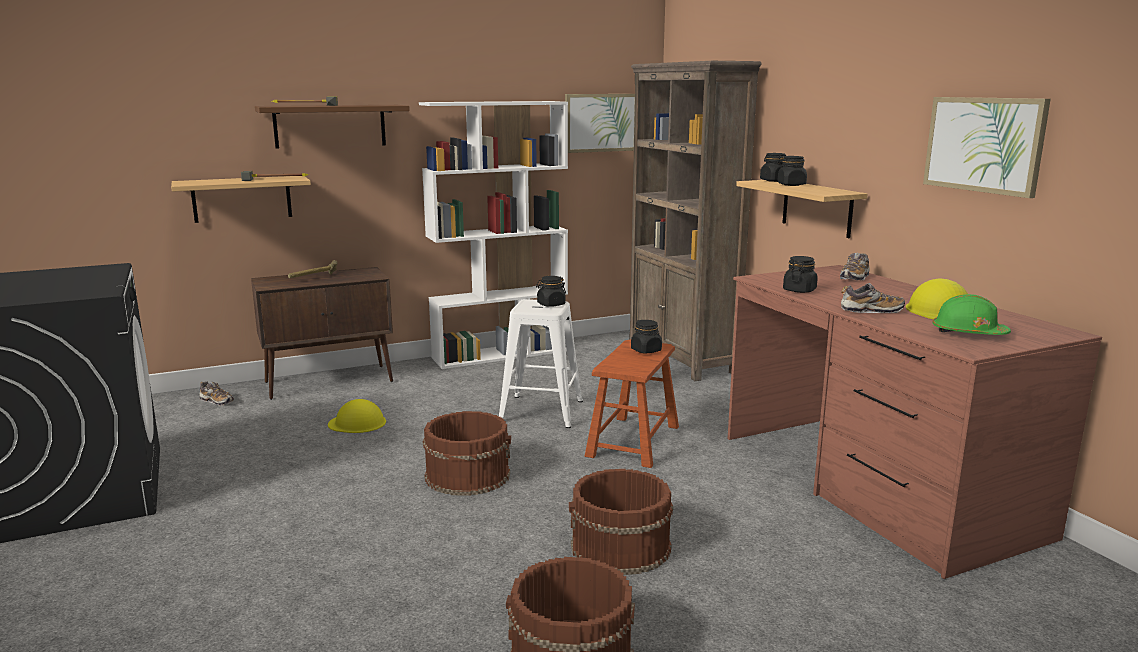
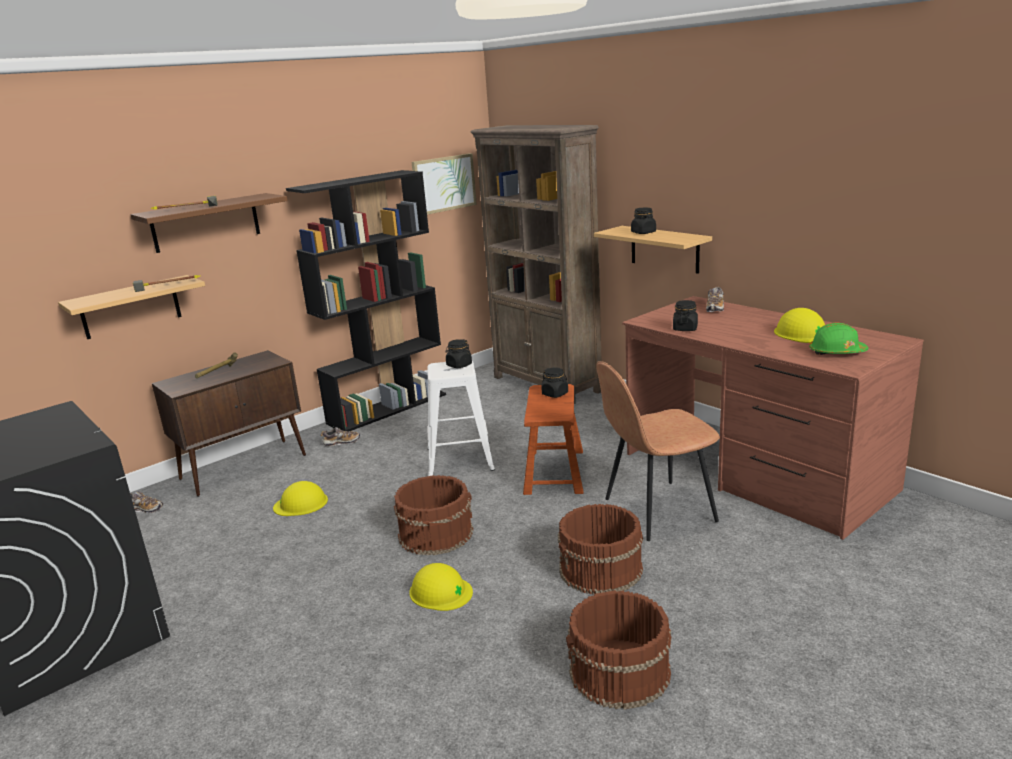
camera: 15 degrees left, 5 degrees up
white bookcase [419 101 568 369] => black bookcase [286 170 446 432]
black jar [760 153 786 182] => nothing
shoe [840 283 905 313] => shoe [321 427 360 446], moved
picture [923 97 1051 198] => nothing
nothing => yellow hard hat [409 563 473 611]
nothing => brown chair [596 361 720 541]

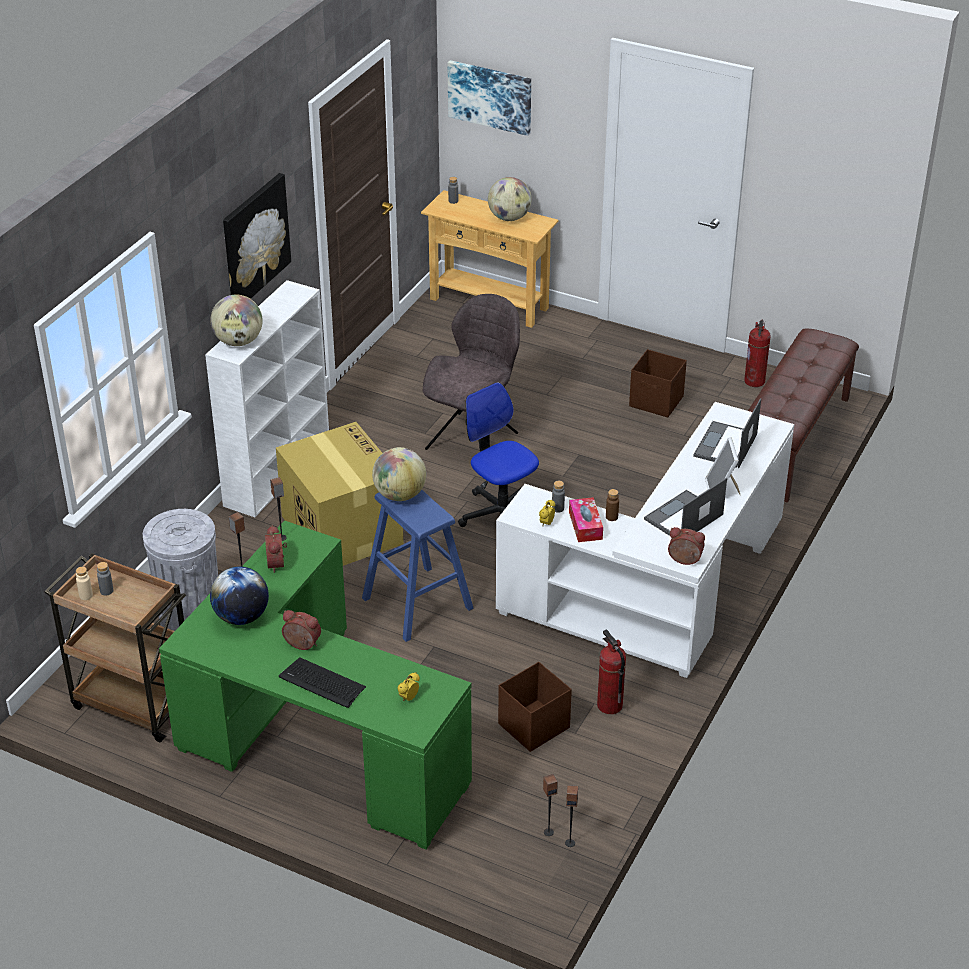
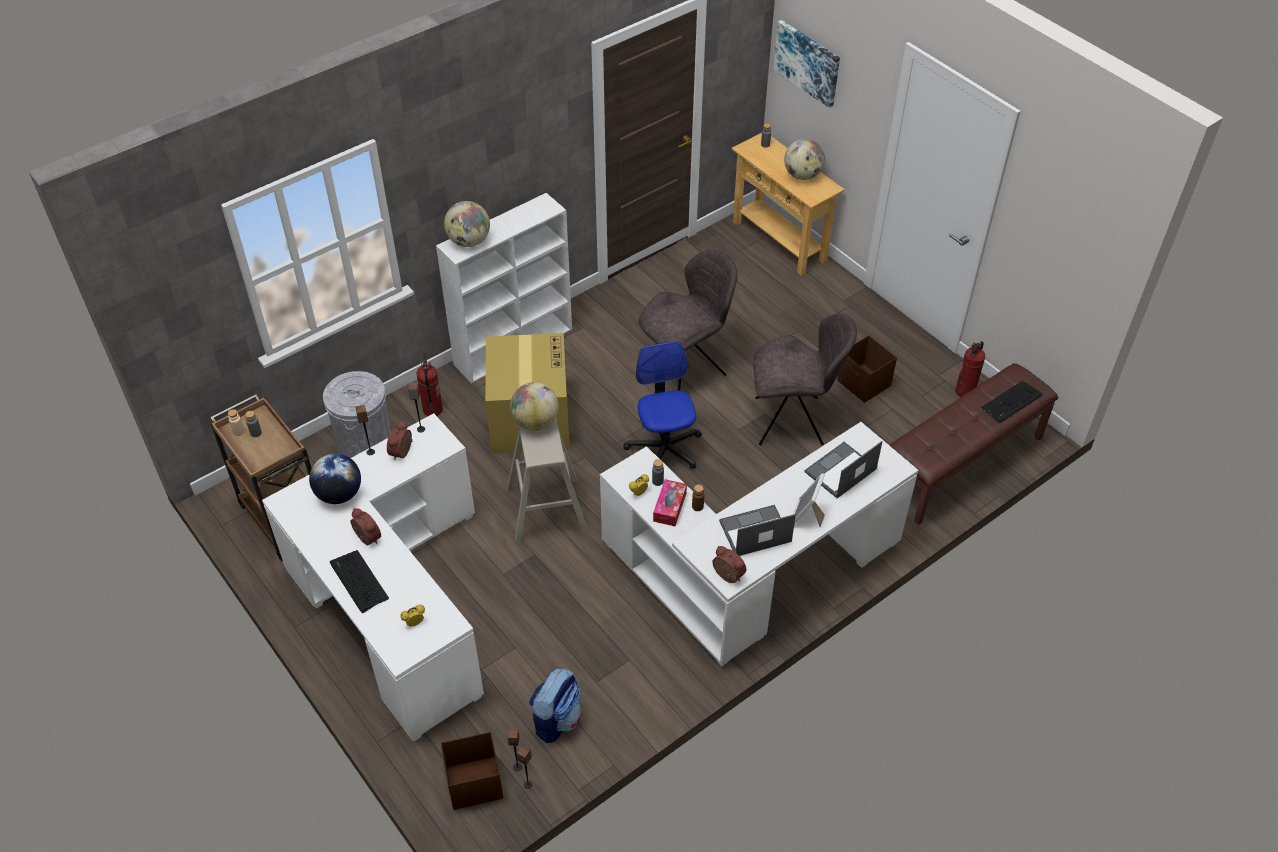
camera: 25 degrees right, 10 degrees up
green desk [159 520 472 850] => white desk [262 413 484 741]
picture [223 173 291 299] => nothing
blue stool [362 490 473 642] => beige stool [507 418 588 542]
brown storage box [498 662 572 752] => brown storage box [441 732 503 810], moved
fire extinguisher [597 629 626 714] => fire extinguisher [416 352 443 416], moved
nothing => backpack [529 669 582 743]
nothing => grey chair [753 314 857 445]
nothing => keyboard [981 381 1043 423]

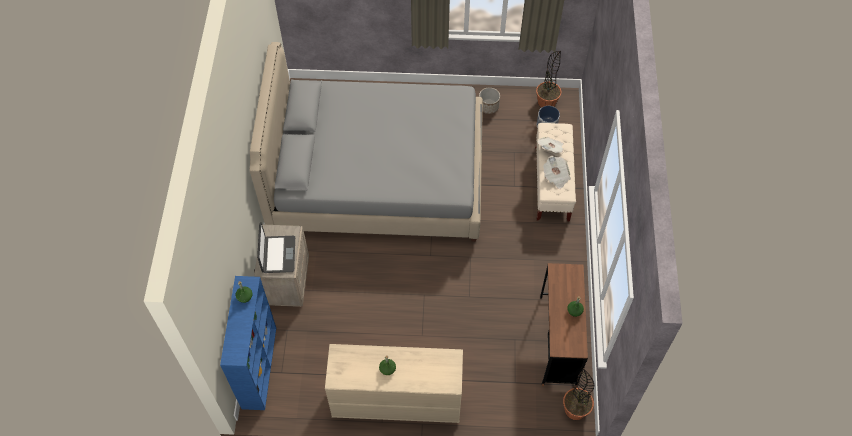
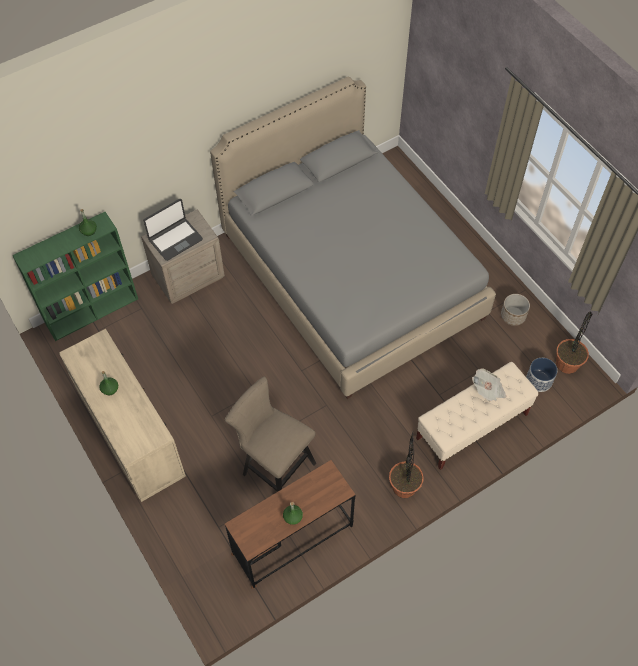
camera: 55 degrees right, 0 degrees up
blue bookcase [220 276 276 410] => green bookcase [12 212 138 341]
newspaper [543 156 571 189] => nothing
potted plant [563 368 594 420] => potted plant [389 431 424 498], moved
nothing => beige stool [225 376 316 492]

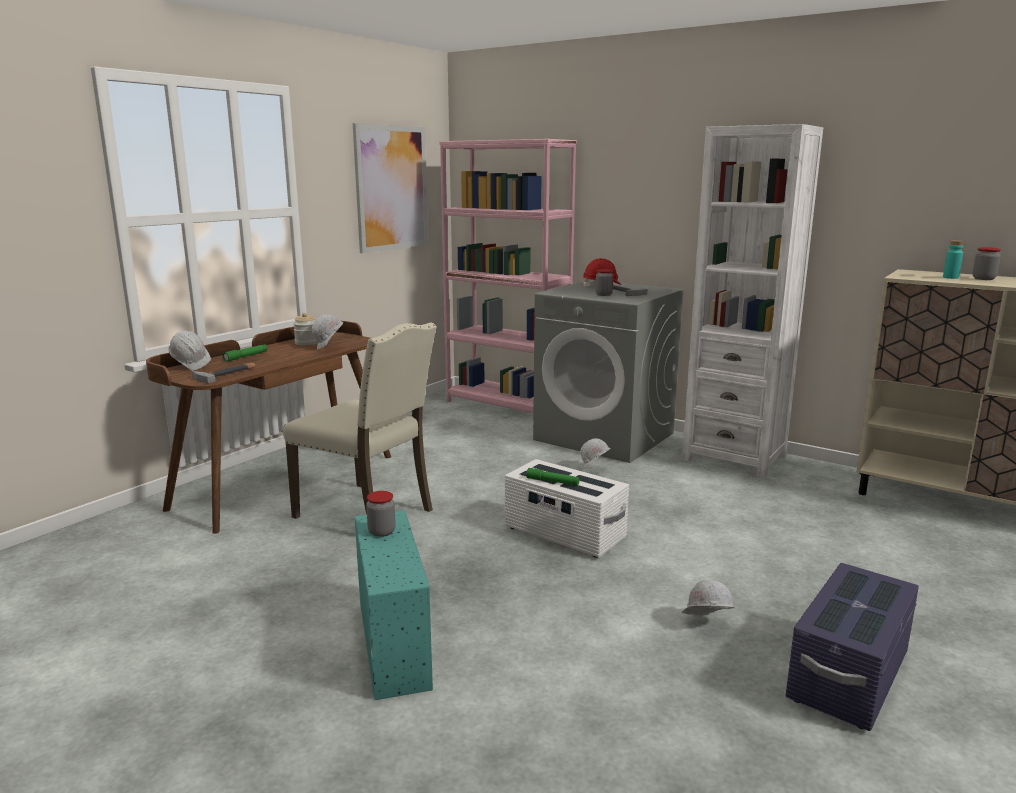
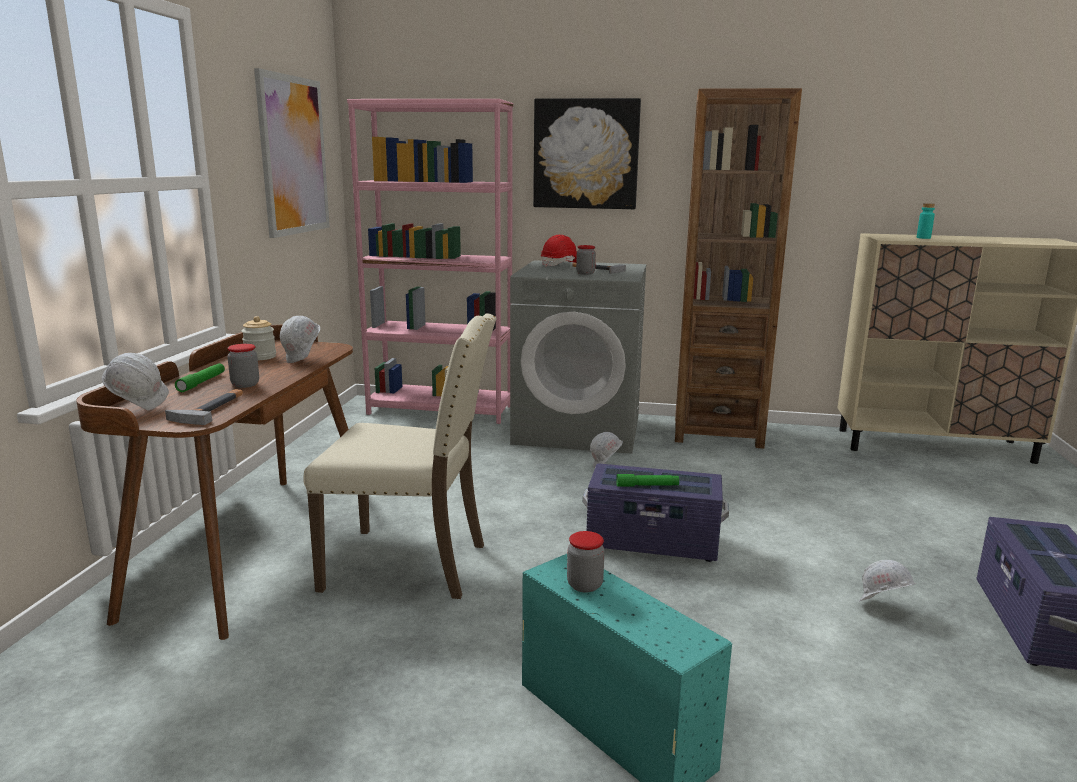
camera: 25 degrees left, 0 degrees up
white storage box [505 459 629 558] => purple storage box [583 463 729 562]
white bookcase [682 124 823 478] => brown bookcase [675 88 802 449]
jar [973 247 1001 280] => jar [227 344 259 388], moved
nothing => picture [533 98 641 209]

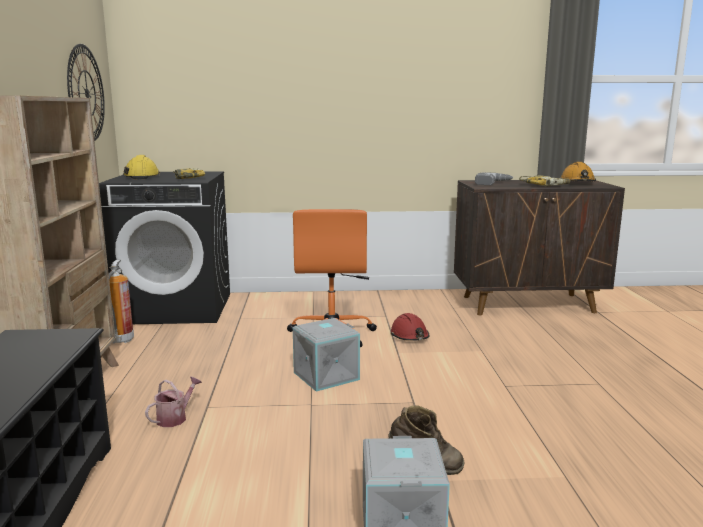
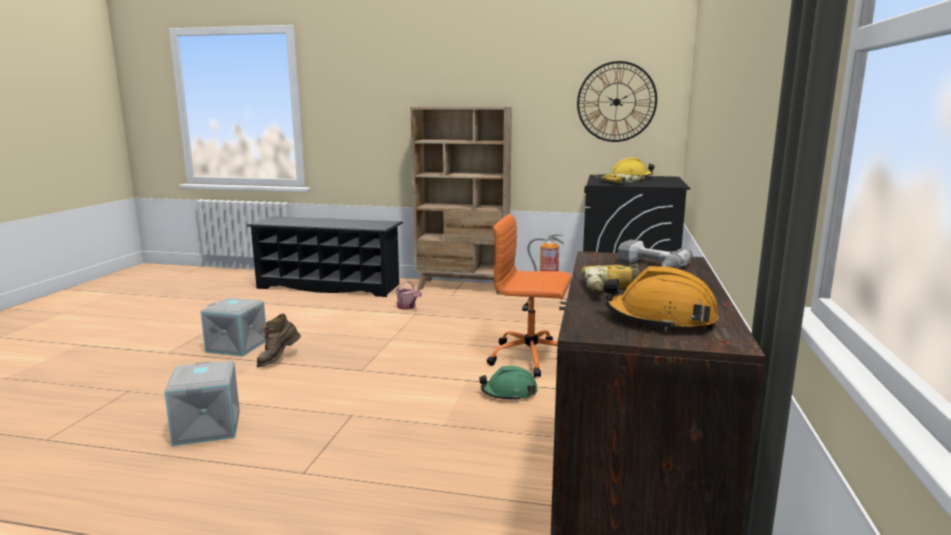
camera: 105 degrees right, 0 degrees up
grey storage box [293 318 360 392] => grey storage box [164 361 240 446], moved
red hard hat [391 313 429 341] => green hard hat [479 366 537 401]

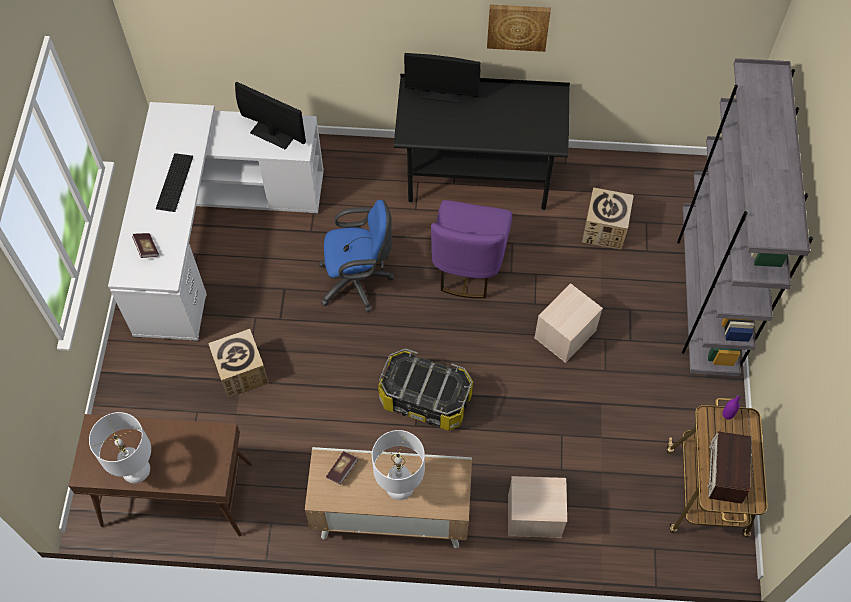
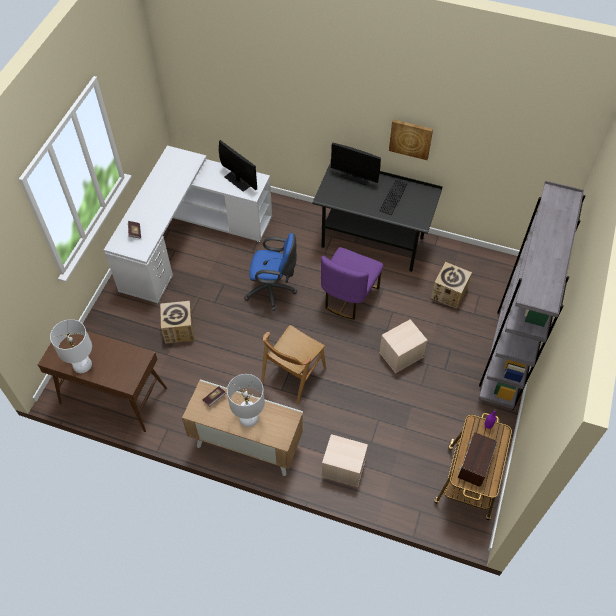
camera: 15 degrees right, 5 degrees down
keyboard [156 153 193 212] => keyboard [379 180 408 215], moved
storage box [378 348 473 431] => brown chair [261 325 326 404]

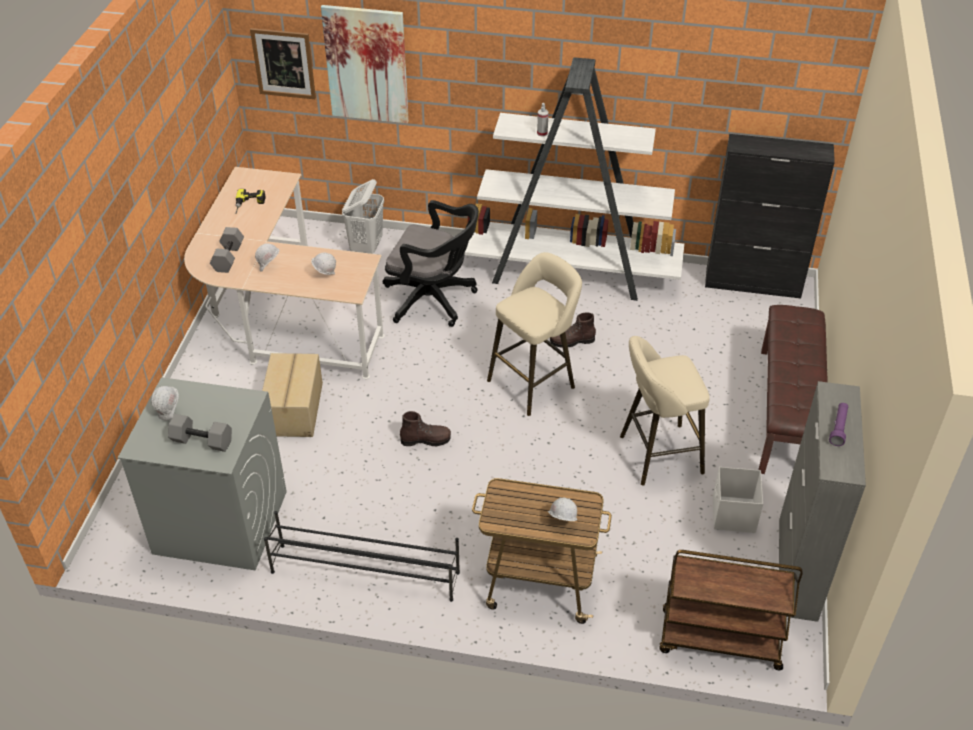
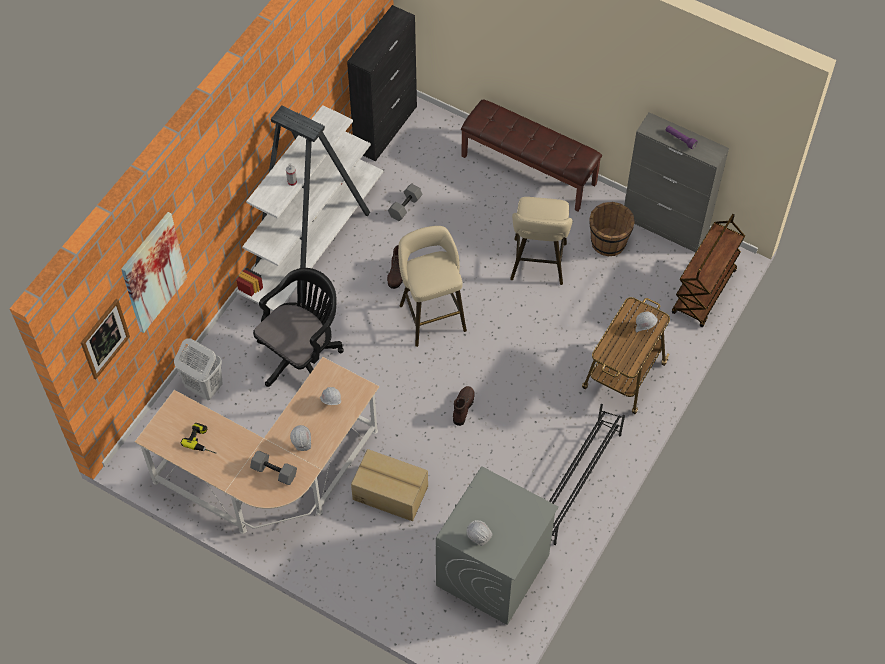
camera: 70 degrees left, 15 degrees up
grey dumbbell [168 414 232 452] => grey dumbbell [388 183 423 221], moved
white storage box [713 467 763 533] => brown bucket [589 202 635 256]

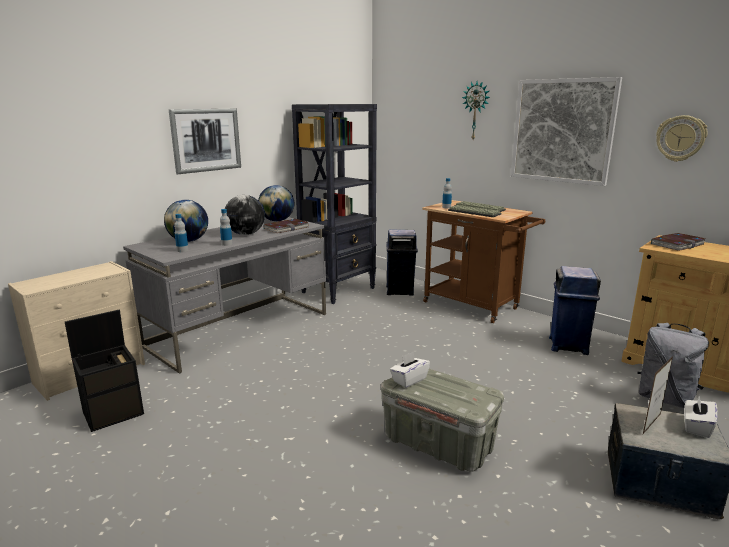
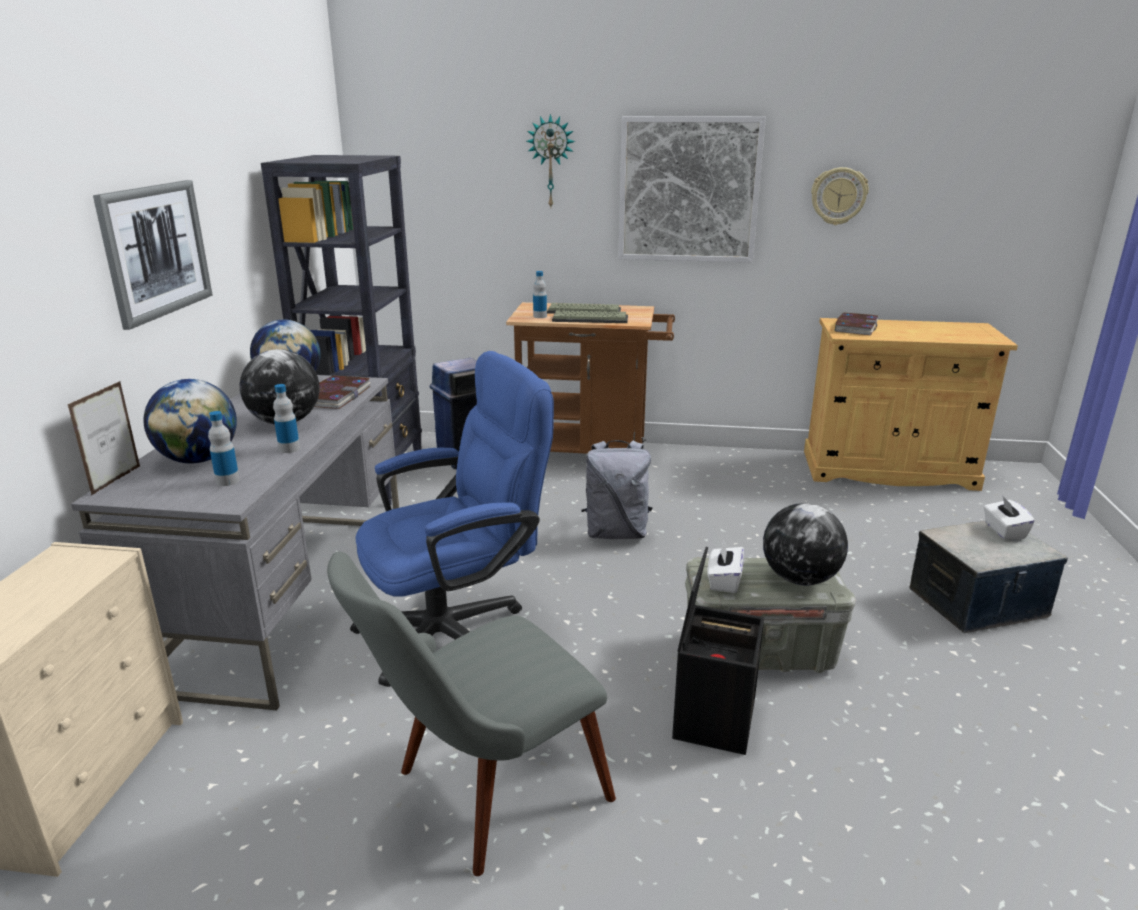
camera: 35 degrees left, 5 degrees up
black storage box [65 309 144 432] => black storage box [672 547 764 755], moved
blue trash can [549 266 601 355] => nothing
grey backpack [637 323 709 408] => grey backpack [582 440 652 539], moved
picture frame [643 356 673 434] => picture frame [68 381 140 495], moved
nothing => grey chair [327 552 616 876]
nothing => blue office chair [350 351 554 687]
nothing => globe [763 503 848 585]

